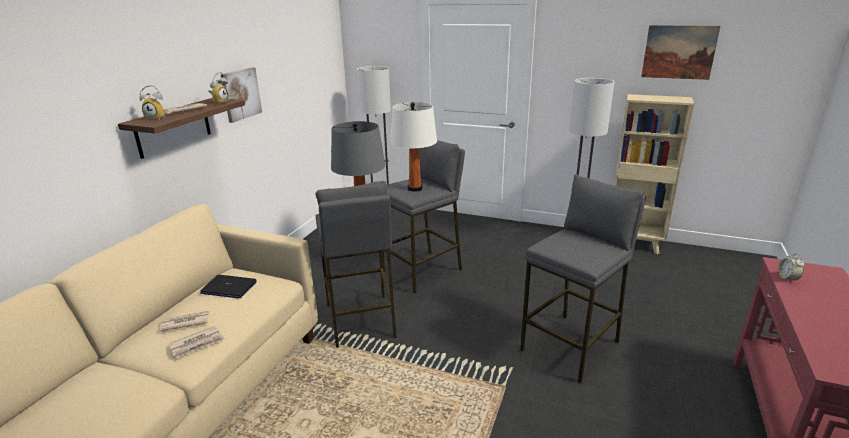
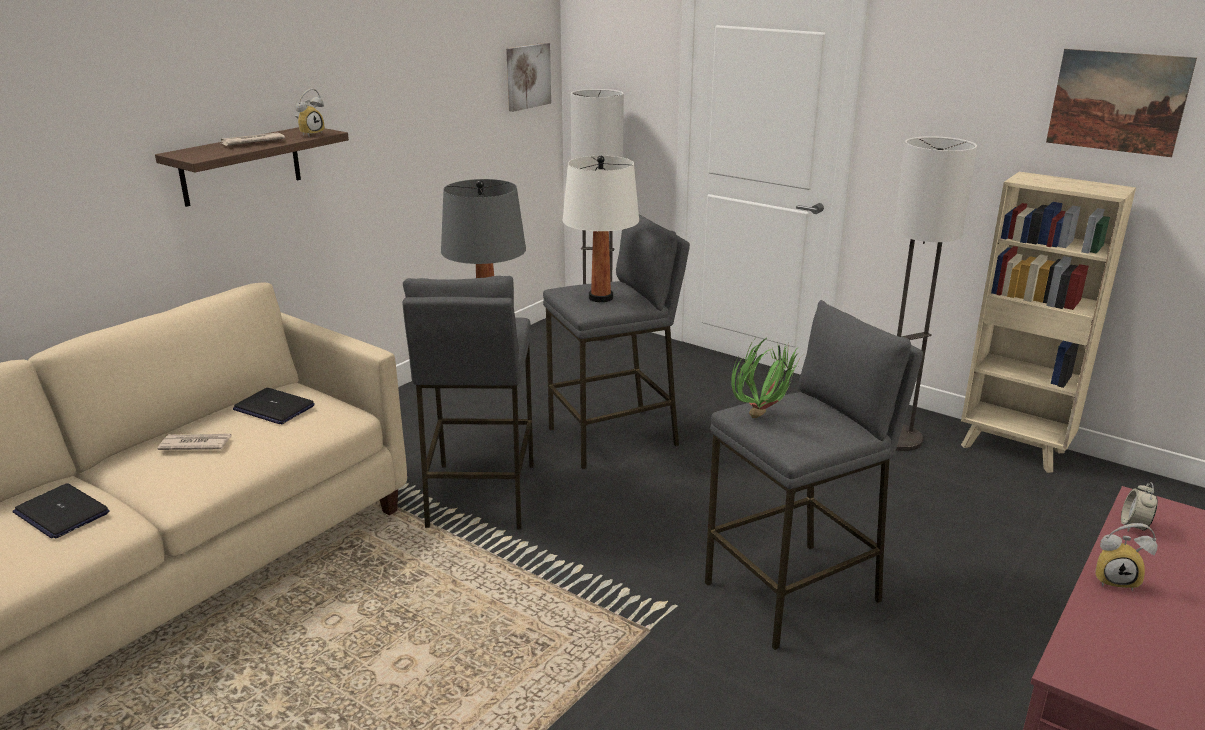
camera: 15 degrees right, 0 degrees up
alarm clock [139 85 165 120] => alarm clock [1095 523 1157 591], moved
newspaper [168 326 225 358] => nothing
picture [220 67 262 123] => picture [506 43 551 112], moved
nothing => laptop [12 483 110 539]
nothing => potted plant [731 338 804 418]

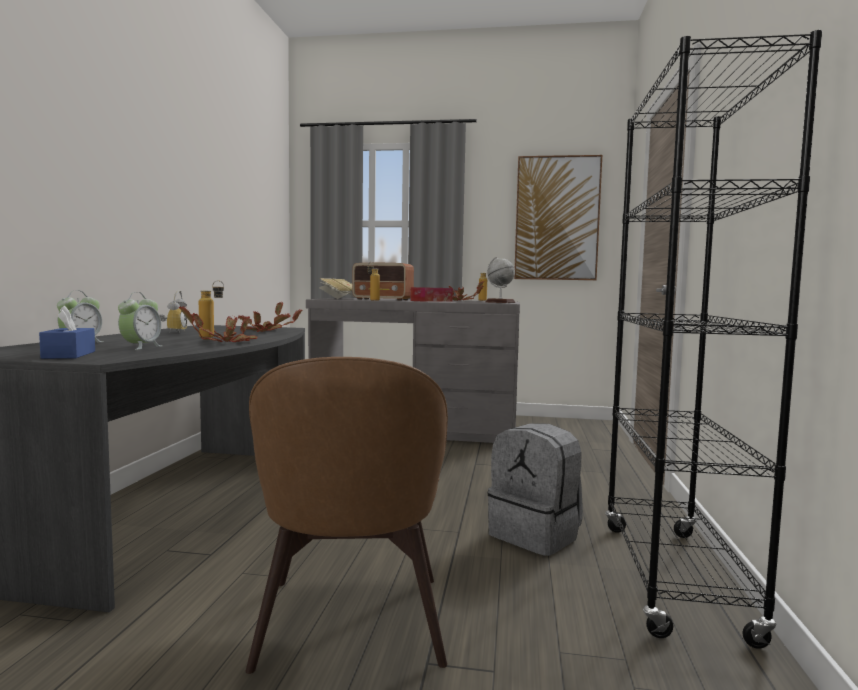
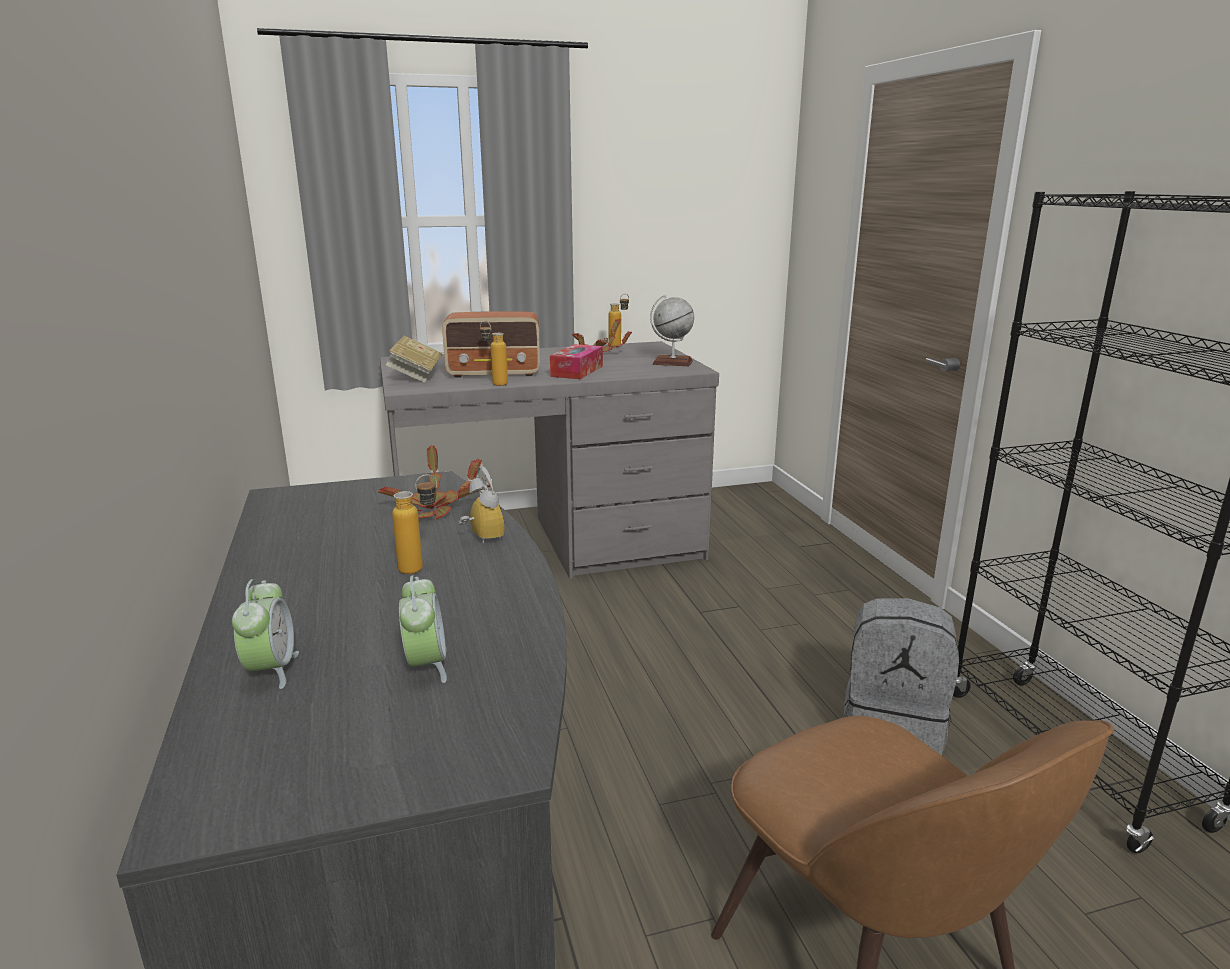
camera: 25 degrees left, 15 degrees up
blue tissue box [39 306 95 359] => nothing
alarm clock [159 291 187 333] => alarm clock [459 466 504 543], moved
potted plant [179 306 258 342] => nothing
picture [514 155 602 280] => nothing

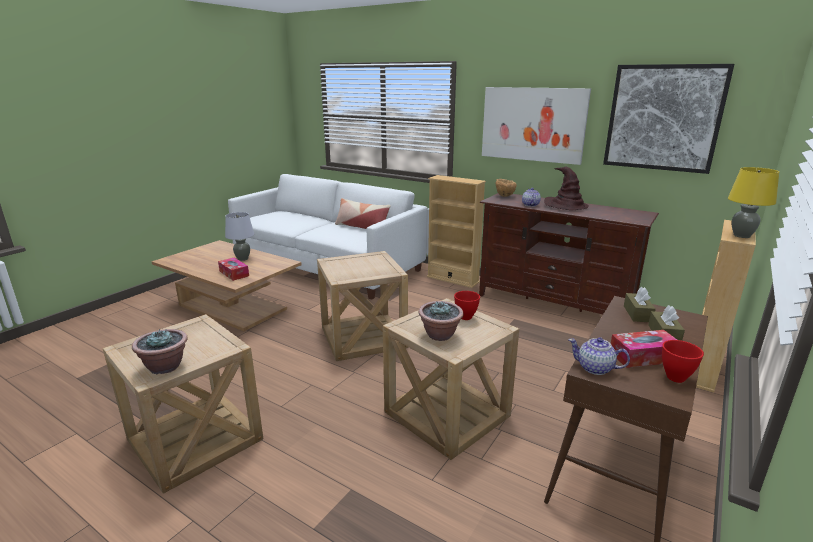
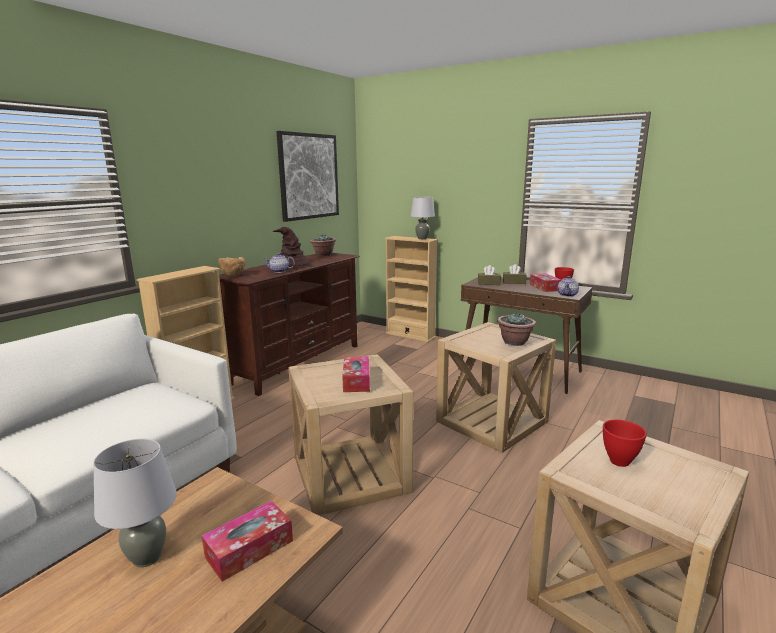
camera: 90 degrees left, 5 degrees down
potted plant [132 329 188 374] => potted plant [310 235 336 257], moved
pillow [335 198 391 229] => nothing
red bowl [454 291 480 320] => red bowl [603 420 647 467], moved
picture [482 87 591 165] => nothing
yellow table lamp [728 167 779 238] => grey table lamp [411 197 435 239]
nothing => tissue box [342 356 370 392]

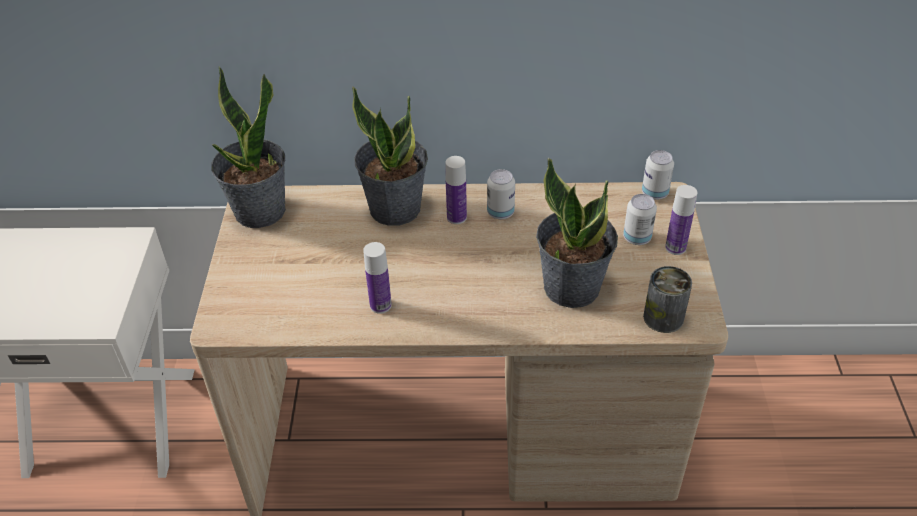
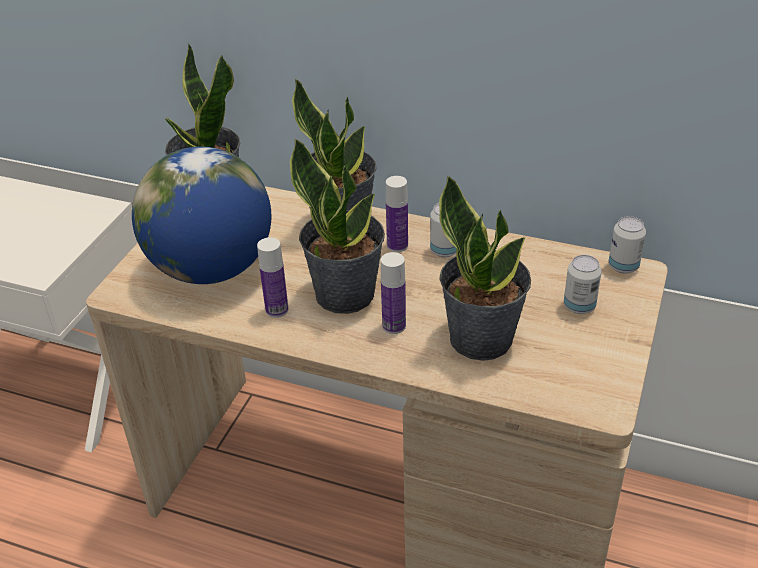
camera: 20 degrees right, 5 degrees down
can [643 266 692 333] => nothing
bottle [665 185 698 255] => bottle [381 252 406 334], moved
nothing => globe [132 147 271 284]
nothing => potted plant [290 138 385 314]

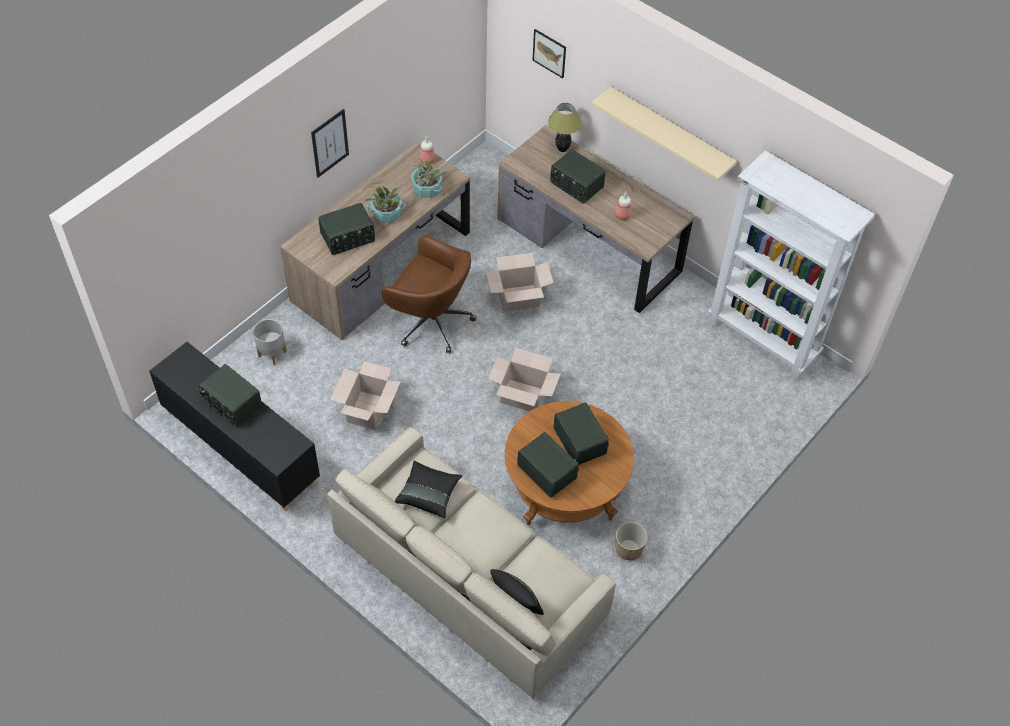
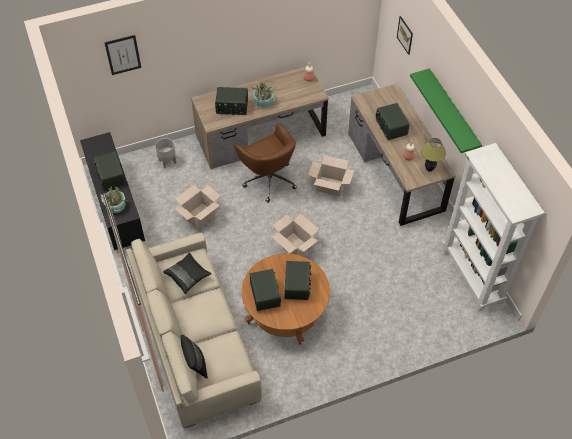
camera: 30 degrees right, 0 degrees up
picture [311 109 349 178] => picture [104 35 141 75], moved
potted plant [411 160 448 198] => potted plant [101 185 128 213], moved
table lamp [548 103 582 152] => table lamp [421 138 446 172], moved
beige shelf [591 86 737 181] => green shelf [410 69 482 153]
planter [615 522 648 560] => nothing

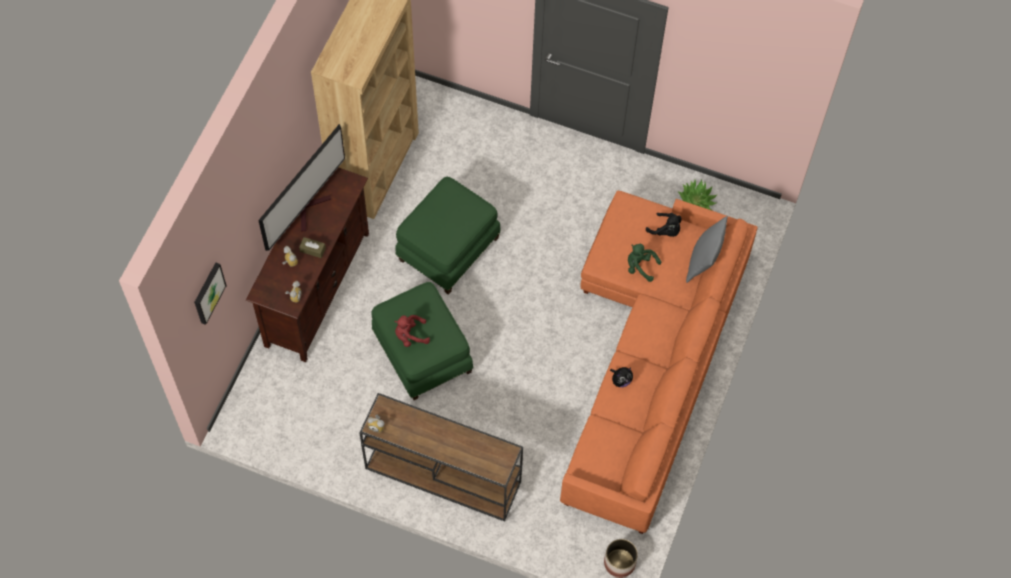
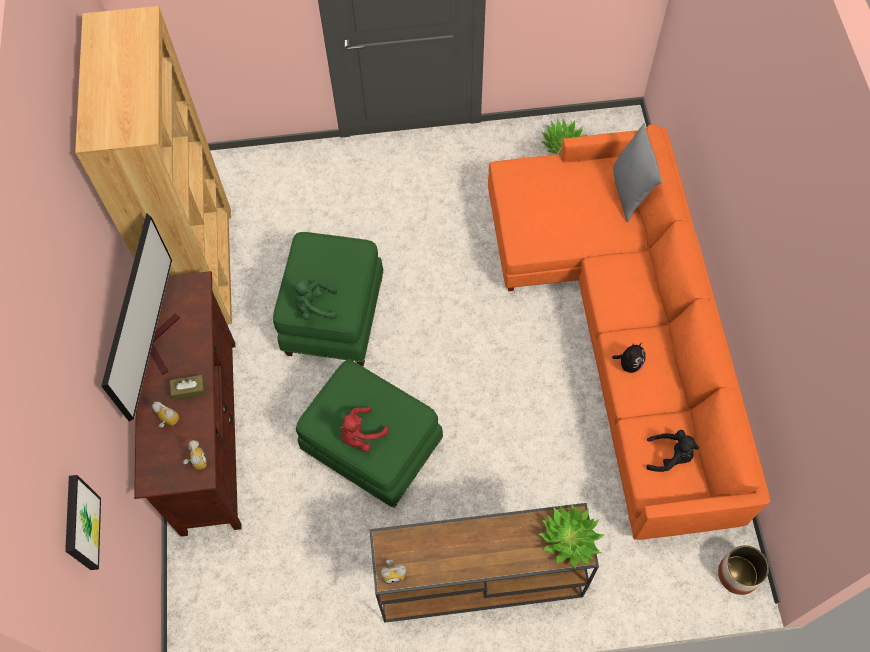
camera: 25 degrees left, 0 degrees up
green plush toy [628 244 661 282] => green plush toy [291 279 337 320], moved
black plush toy [646 213 681 237] => black plush toy [646 430 699 472], moved
nothing => potted plant [538 504 605 569]

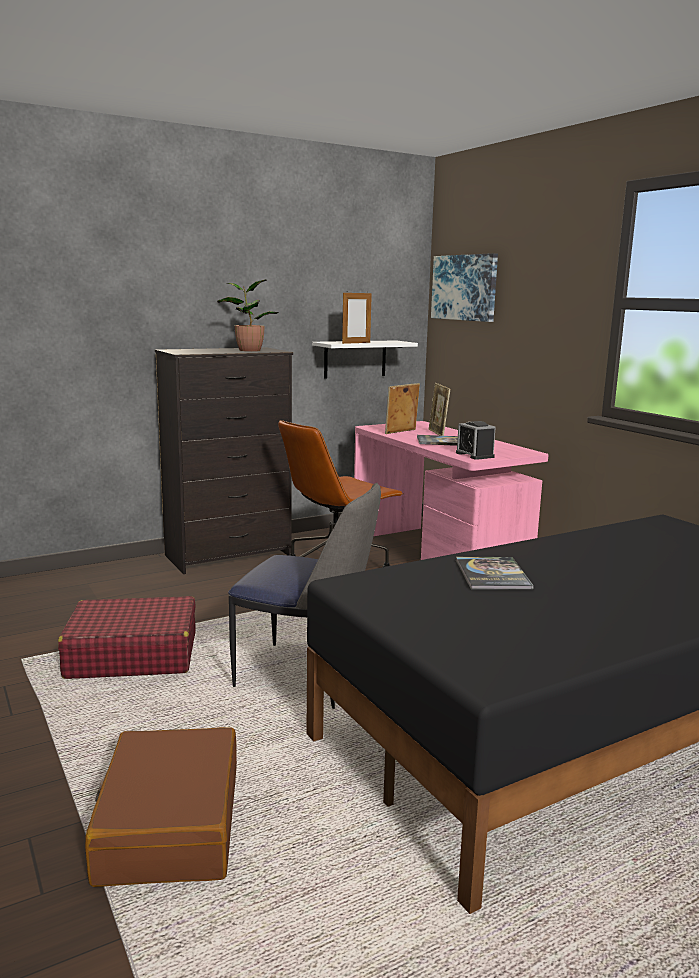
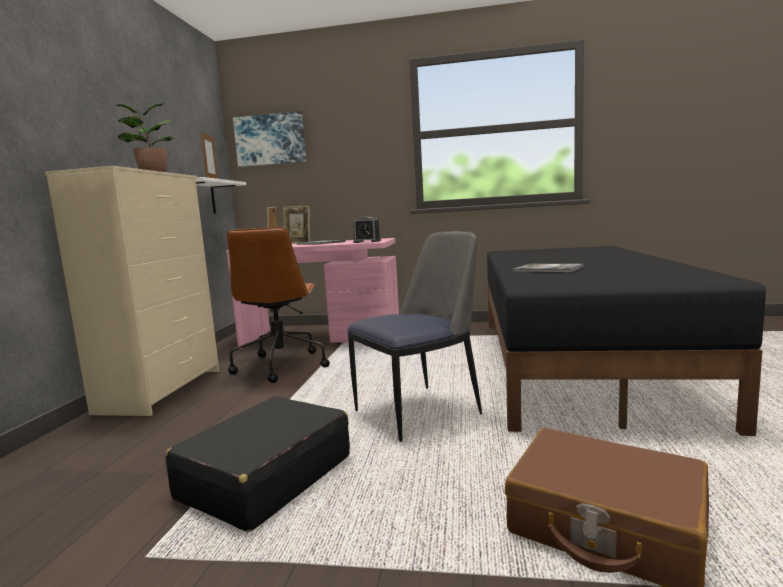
camera: 50 degrees left, 5 degrees down
red suitcase [58 596 196 679] => black suitcase [166 396 350 532]
black dresser [155 347 293 574] => beige dresser [45 166 219 416]

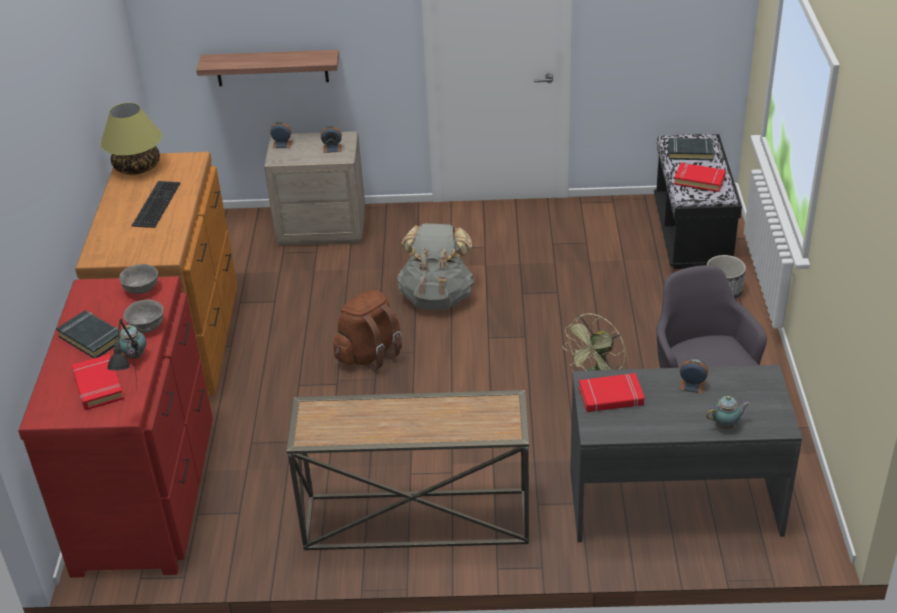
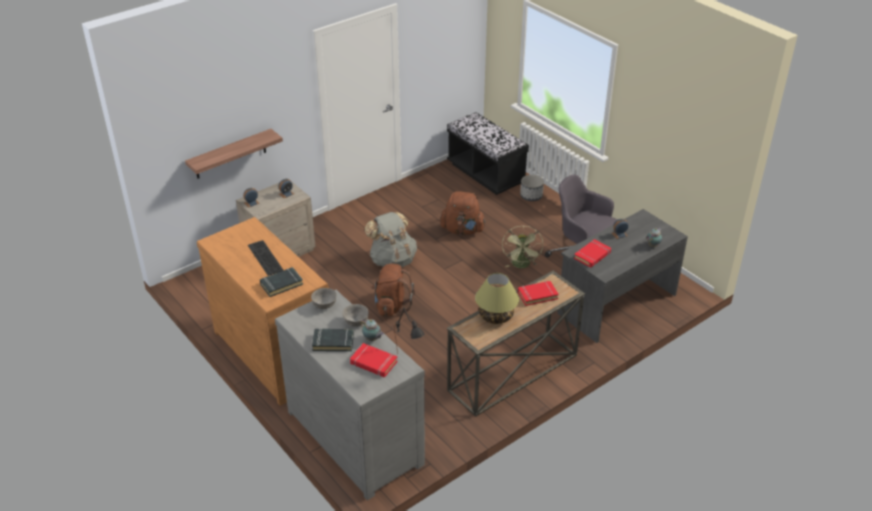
camera: 40 degrees left, 0 degrees up
red dresser [18 276 213 578] => grey dresser [275 290 425 500]
table lamp [101 103 162 175] => table lamp [475 273 519 324], moved
black book [668 138 714 160] => black book [260 267 303 297], moved
red book [674 163 726 192] => red book [518 281 559 306], moved
nothing => brown backpack [440 191 486 235]

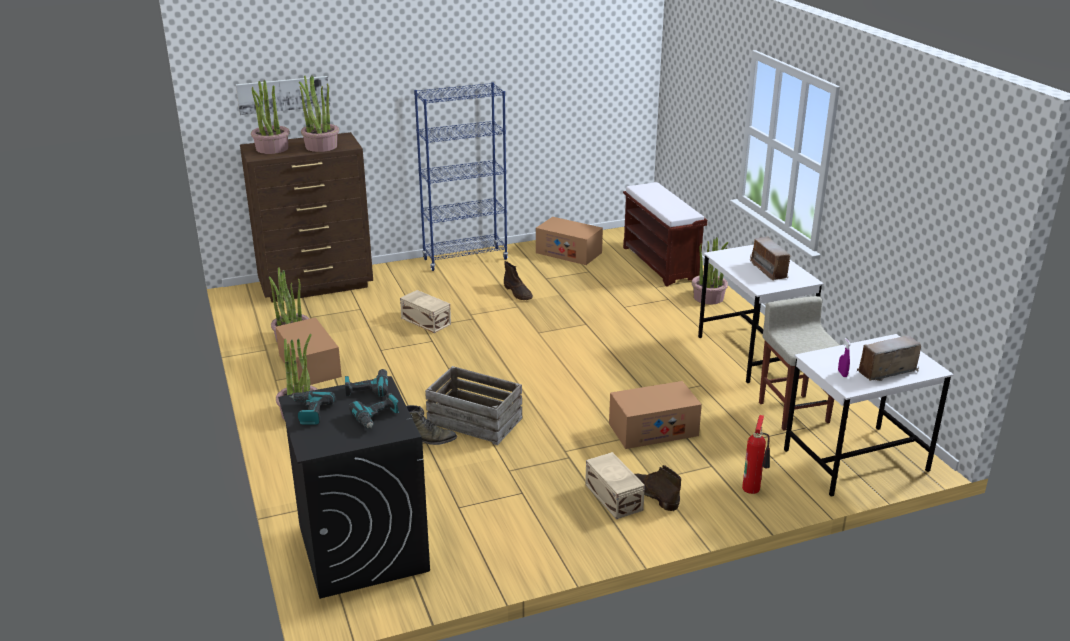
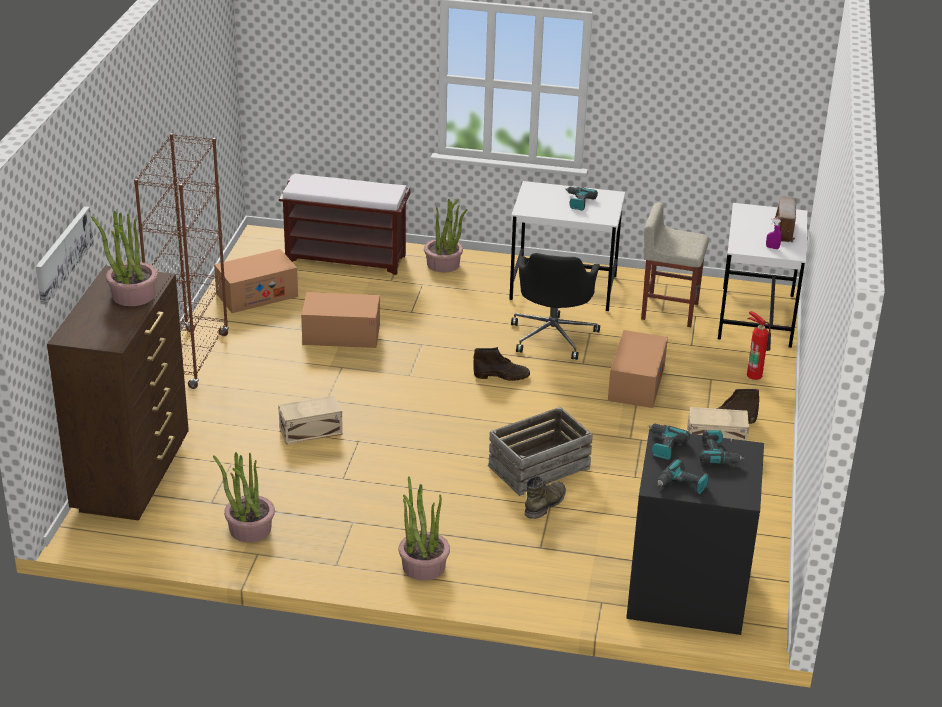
camera: 60 degrees left, 5 degrees up
potted plant [251 80 290 154] => nothing
cardboard box [276 317 342 385] => cardboard box [301 292 380 348], moved
blue bookcase [414 82 508 271] => brown bookcase [134 133 229 389]
brown boot [504 261 533 300] => brown boot [473 347 530 381], moved
radio [750 237 790 281] => power drill [565 187 598 211]
nothing => black office chair [511 253 600 360]

